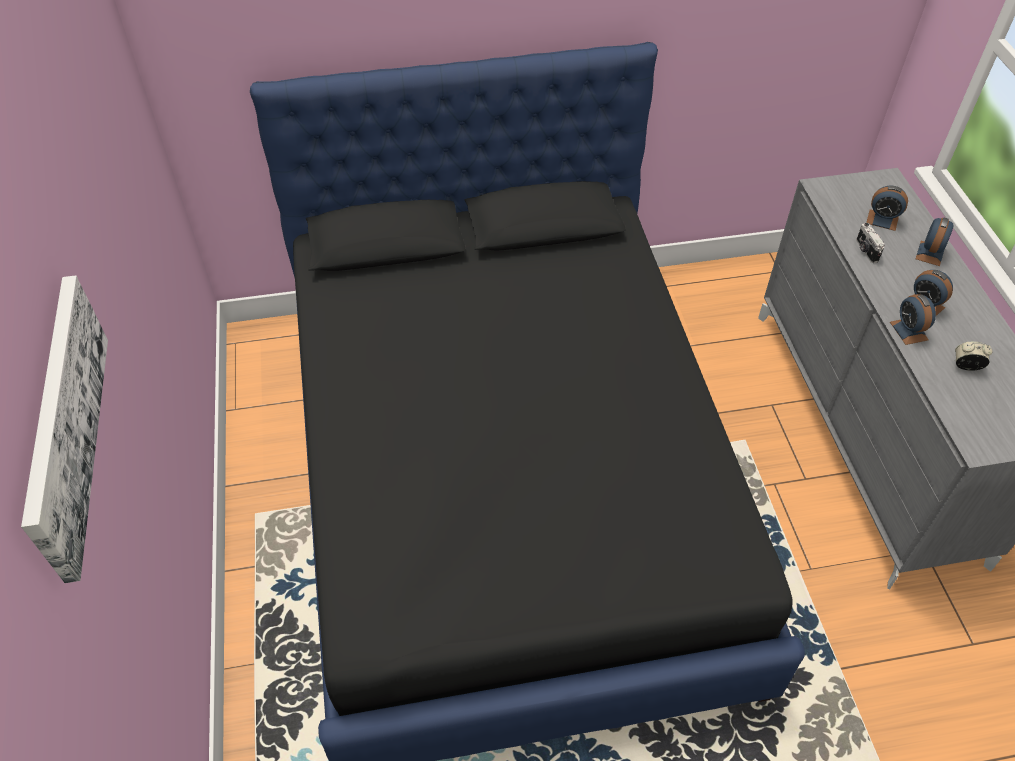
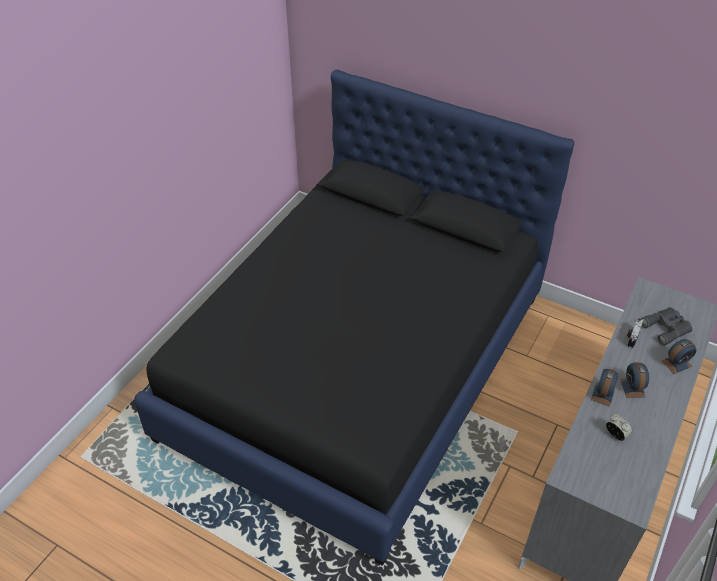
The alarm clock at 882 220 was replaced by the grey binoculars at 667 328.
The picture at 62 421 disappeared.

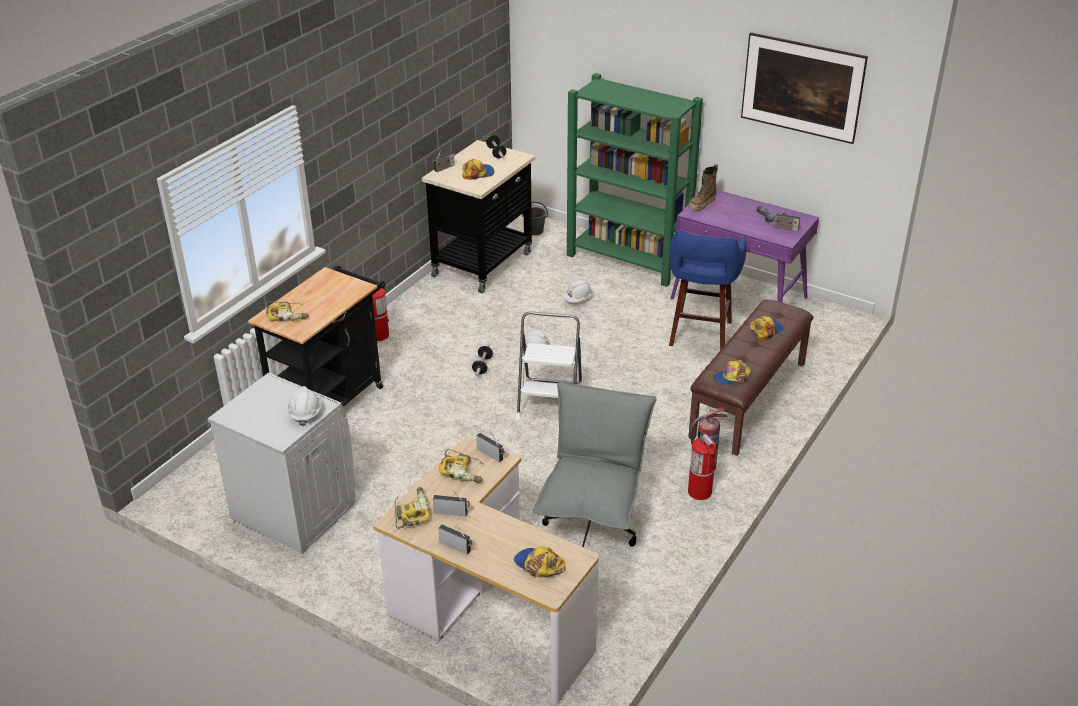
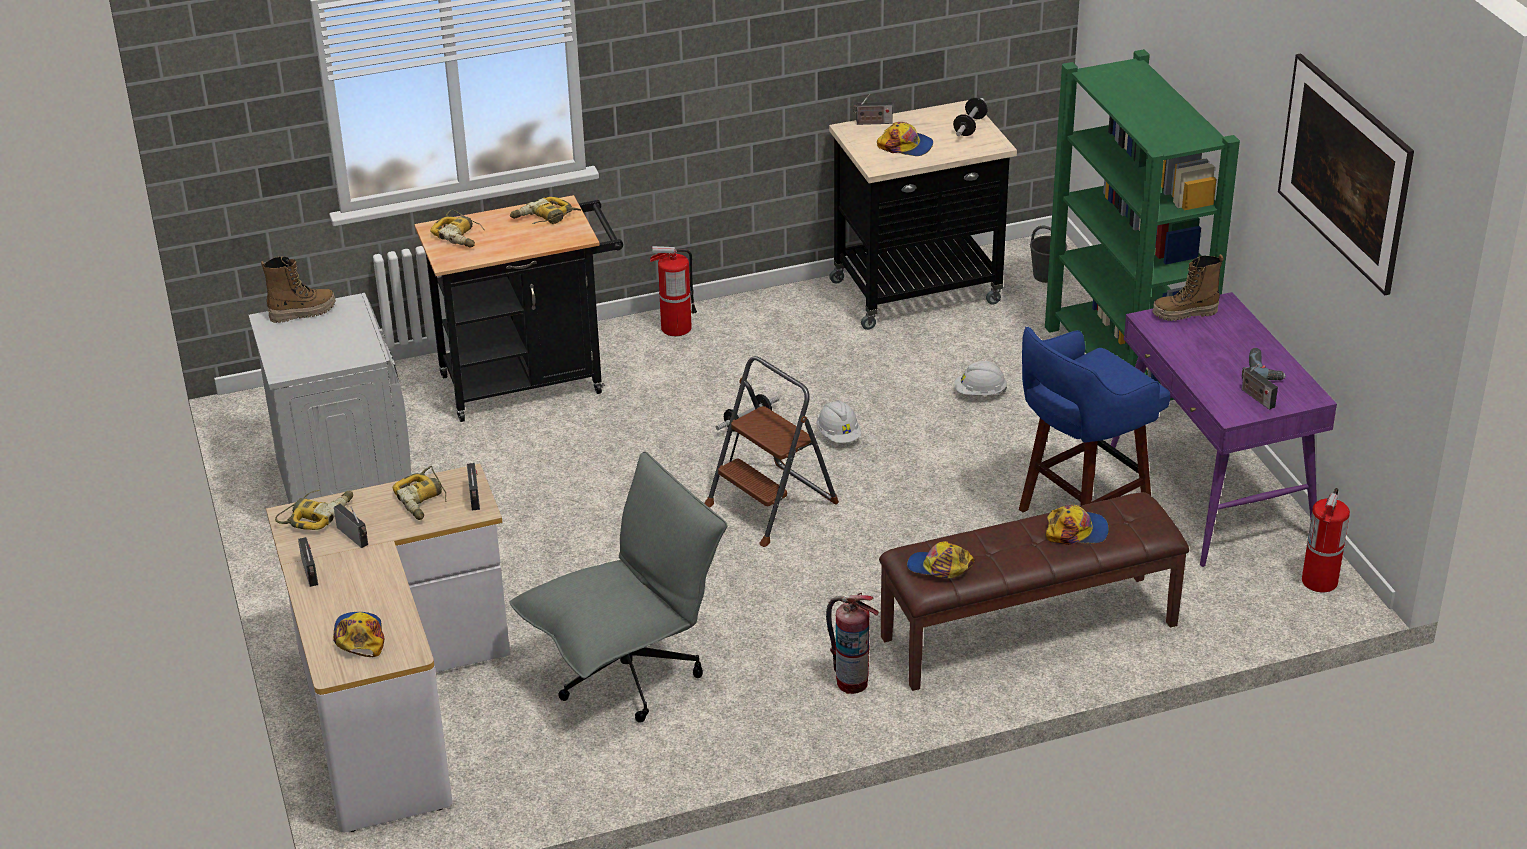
The boot at 302 312 appeared.
The power drill at 545 218 appeared.
The white step ladder at 550 399 became the brown step ladder at 776 502.
The fire extinguisher moved from 700 492 to 1319 581.
The white hard hat at 305 414 disappeared.

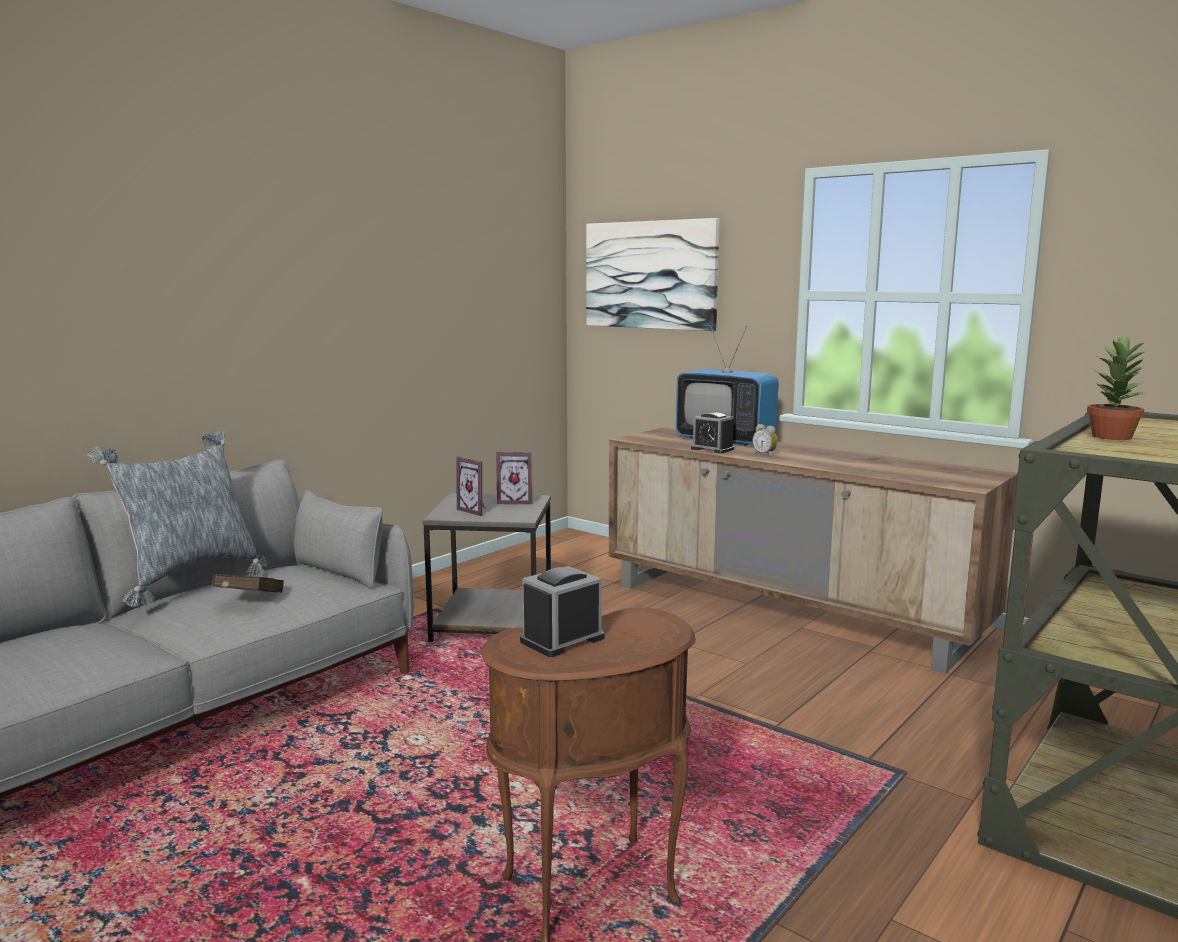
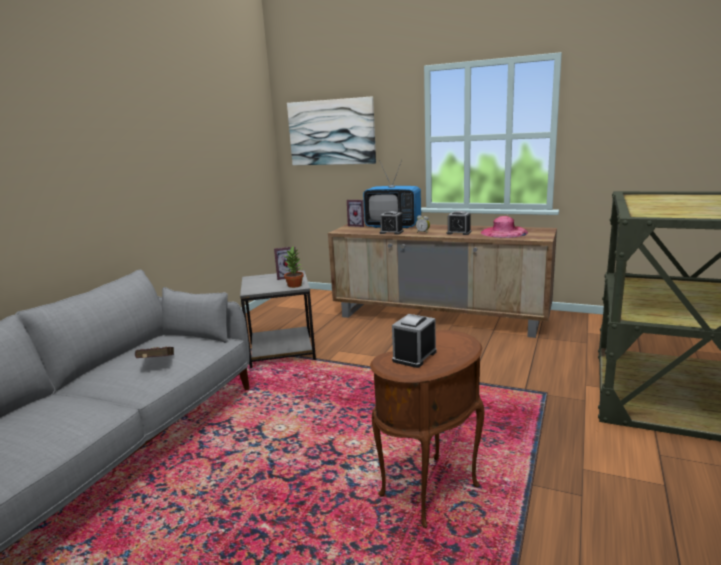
The potted plant moved from 1113 437 to 295 285.
The picture frame moved from 476 511 to 357 225.
The alarm clock at 459 233 appeared.
The pink hat at 504 232 appeared.
The pillow at 188 588 disappeared.

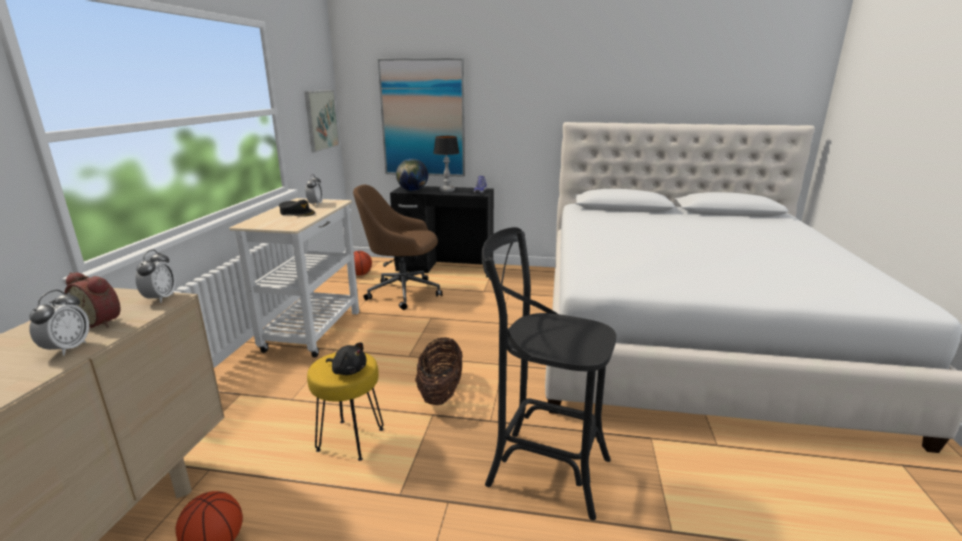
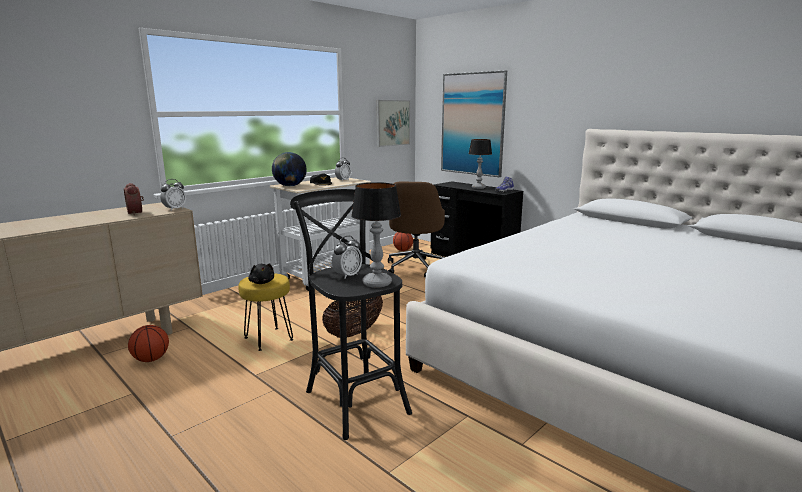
The globe moved from 412 190 to 290 186.
The alarm clock moved from 67 348 to 347 275.
The table lamp at 377 283 appeared.
The brown office chair at 402 293 turned 120 degrees counterclockwise.

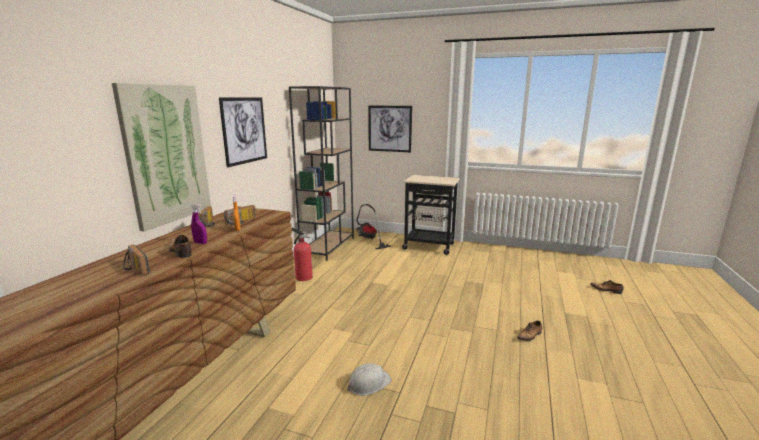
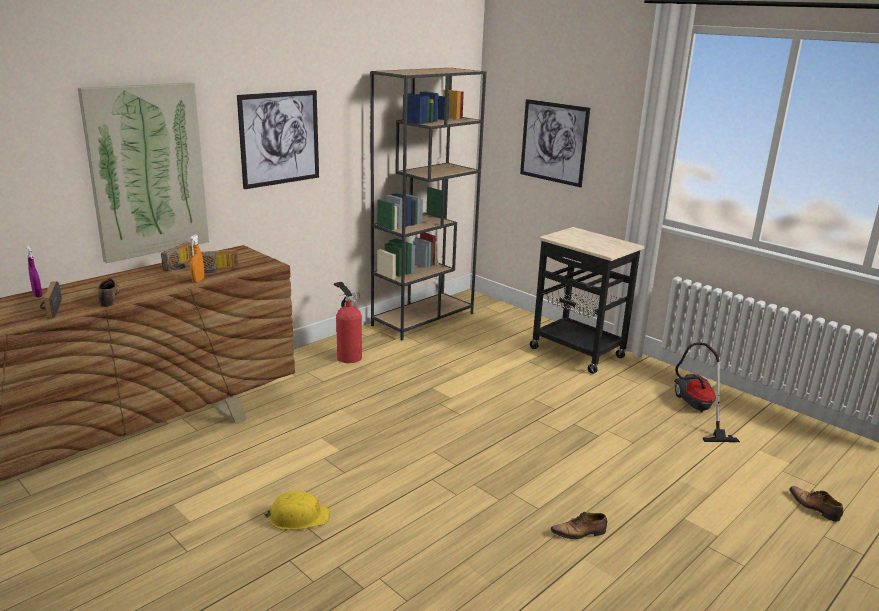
The purple spray bottle moved from 200 243 to 37 295.
The white hard hat at 368 383 became the yellow hard hat at 298 517.
The vacuum cleaner moved from 369 239 to 696 410.

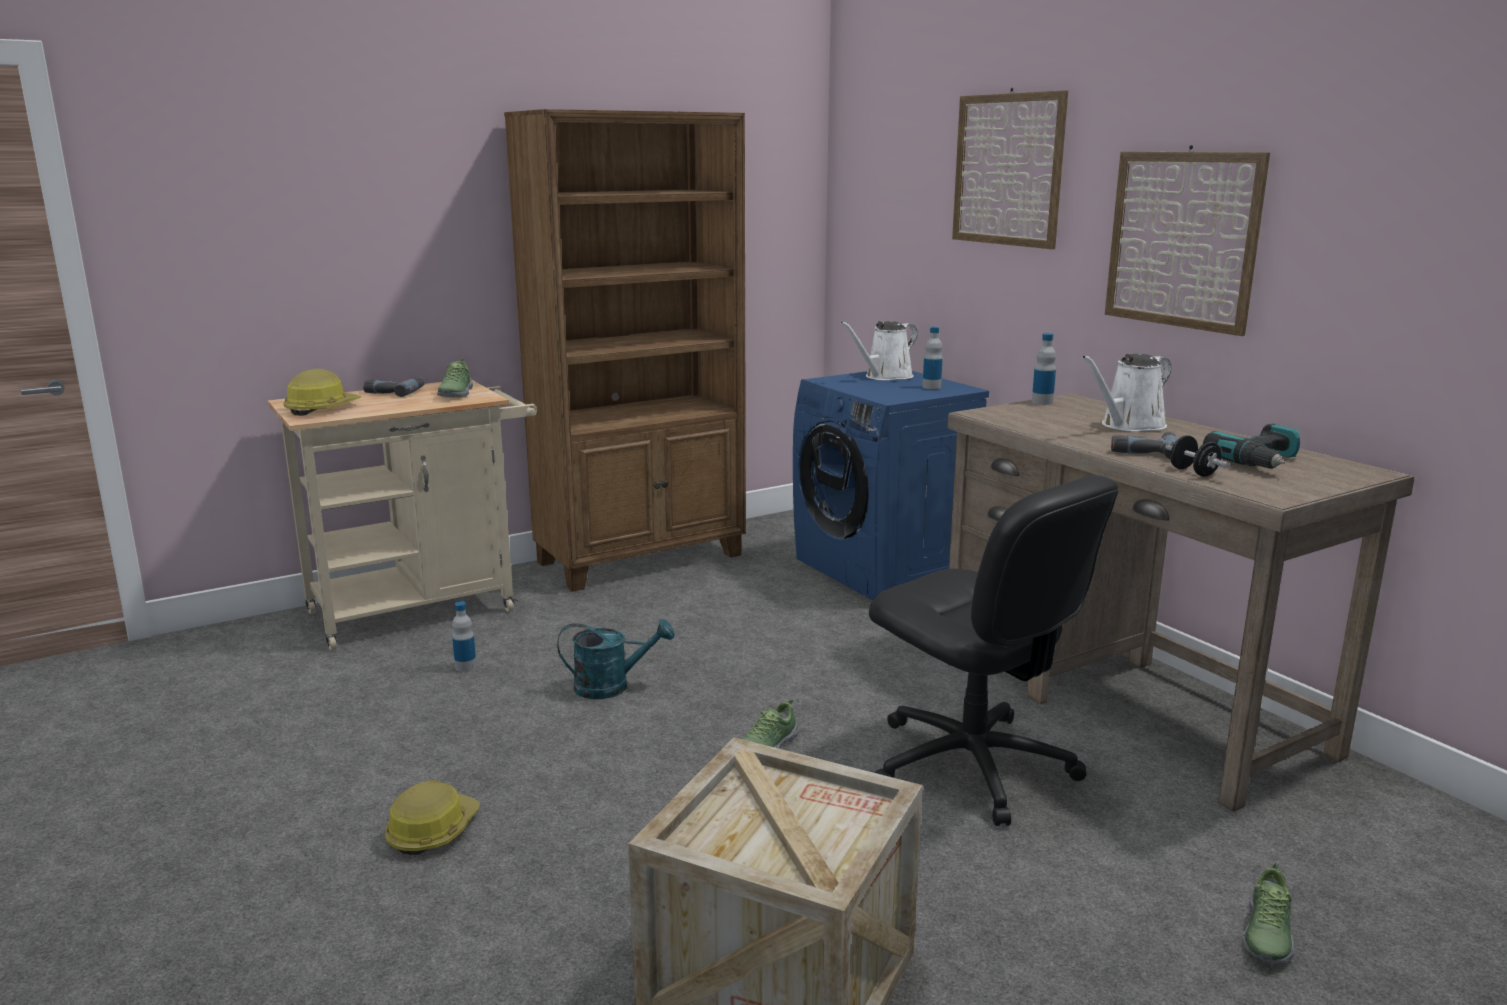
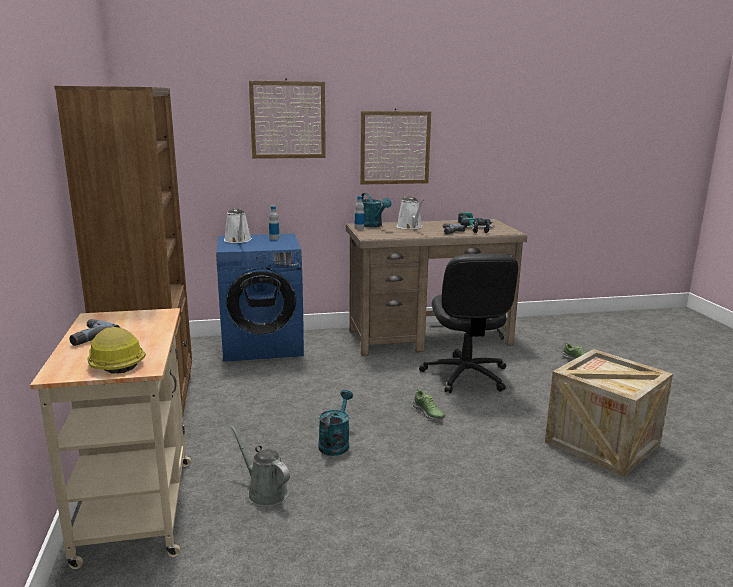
The bottle at 465 667 was replaced by the grey watering can at 265 492.
The turquoise watering can at 373 226 appeared.
The black office chair at 971 765 turned 105 degrees clockwise.
The hard hat at 432 831 disappeared.
The shoe at 455 393 disappeared.

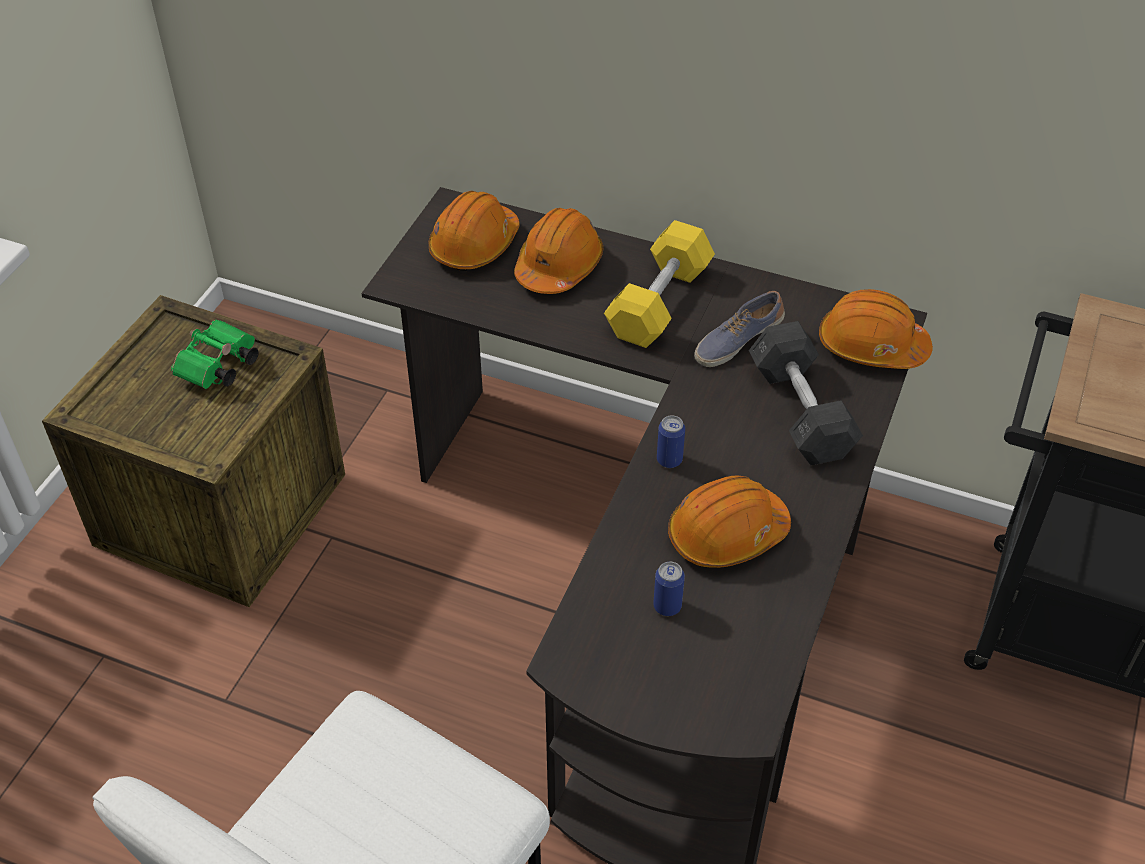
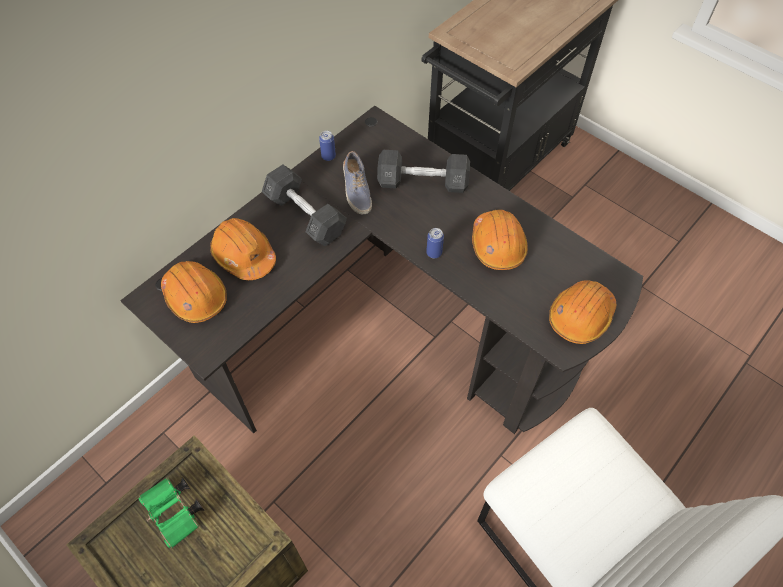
The yellow dumbbell at 659 303 became the grey dumbbell at 305 215.
The can moved from 667 606 to 328 156.
The orange hard hat moved from 871 346 to 580 316.

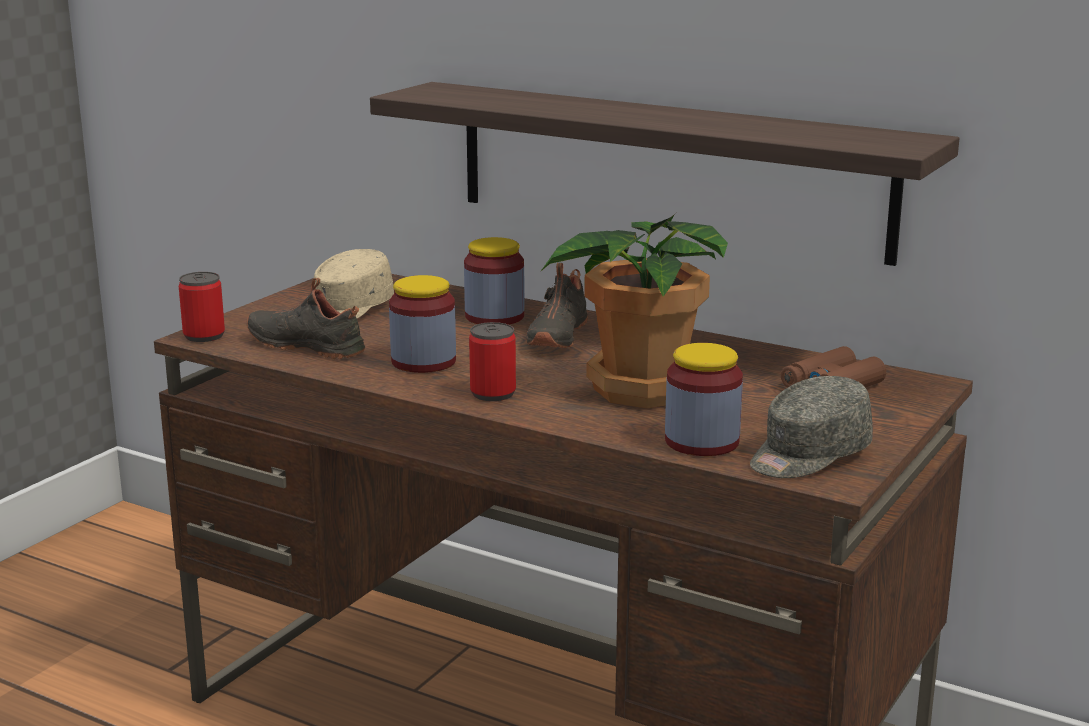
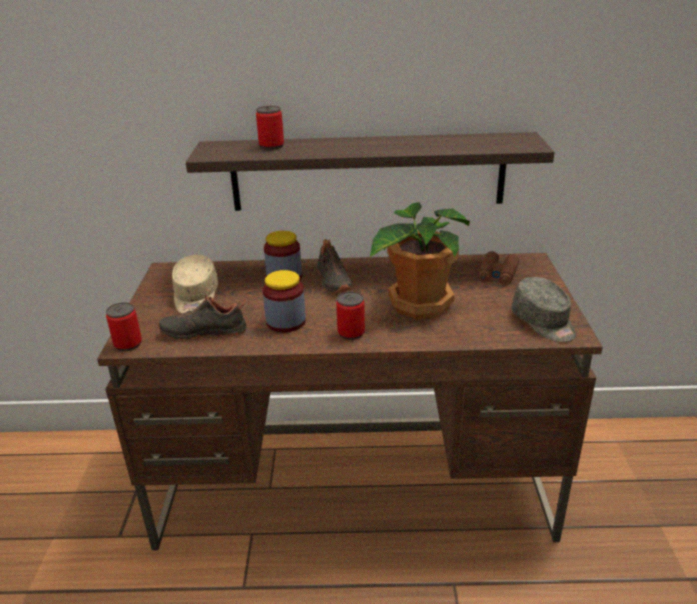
The can at 271 146 appeared.
The grey cap at 807 455 turned 45 degrees counterclockwise.
The jar at 702 441 disappeared.

